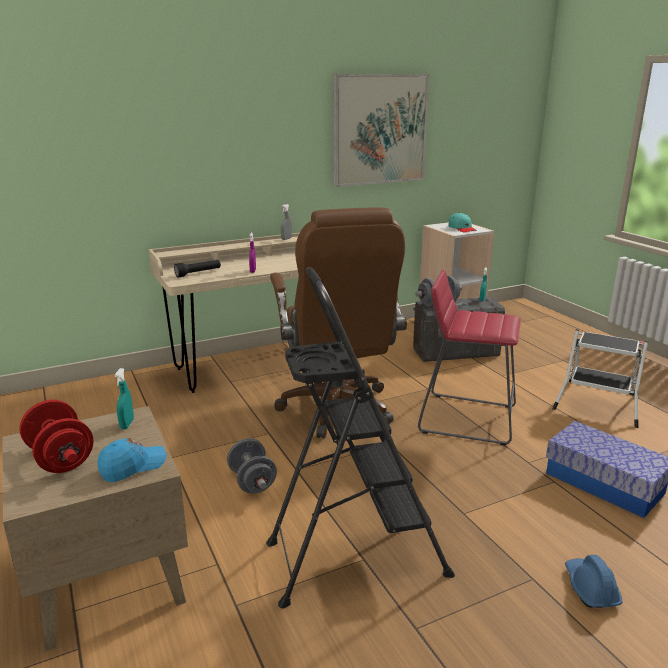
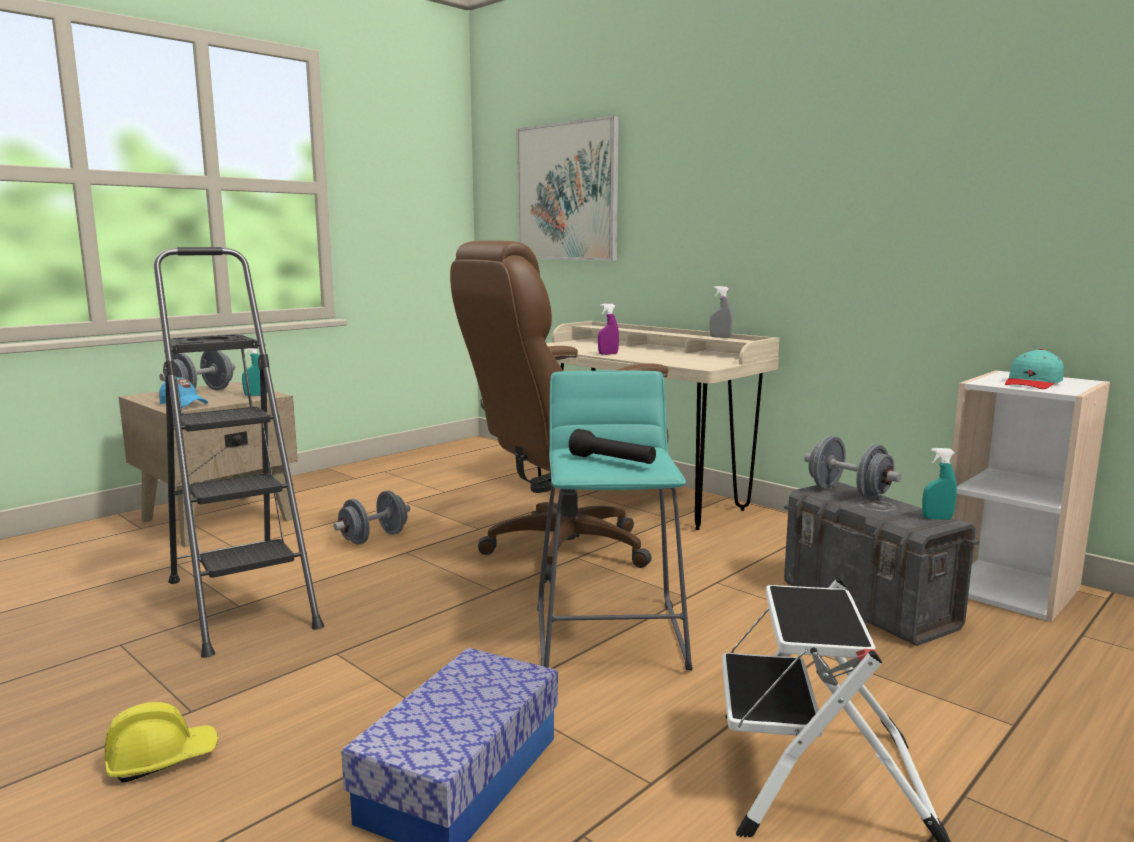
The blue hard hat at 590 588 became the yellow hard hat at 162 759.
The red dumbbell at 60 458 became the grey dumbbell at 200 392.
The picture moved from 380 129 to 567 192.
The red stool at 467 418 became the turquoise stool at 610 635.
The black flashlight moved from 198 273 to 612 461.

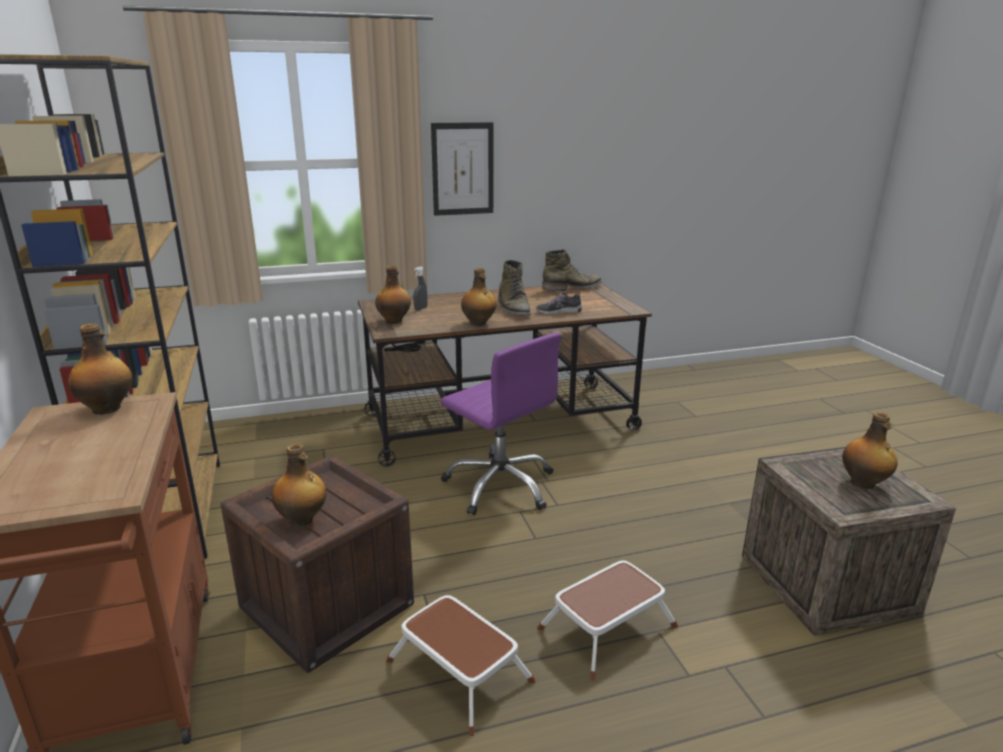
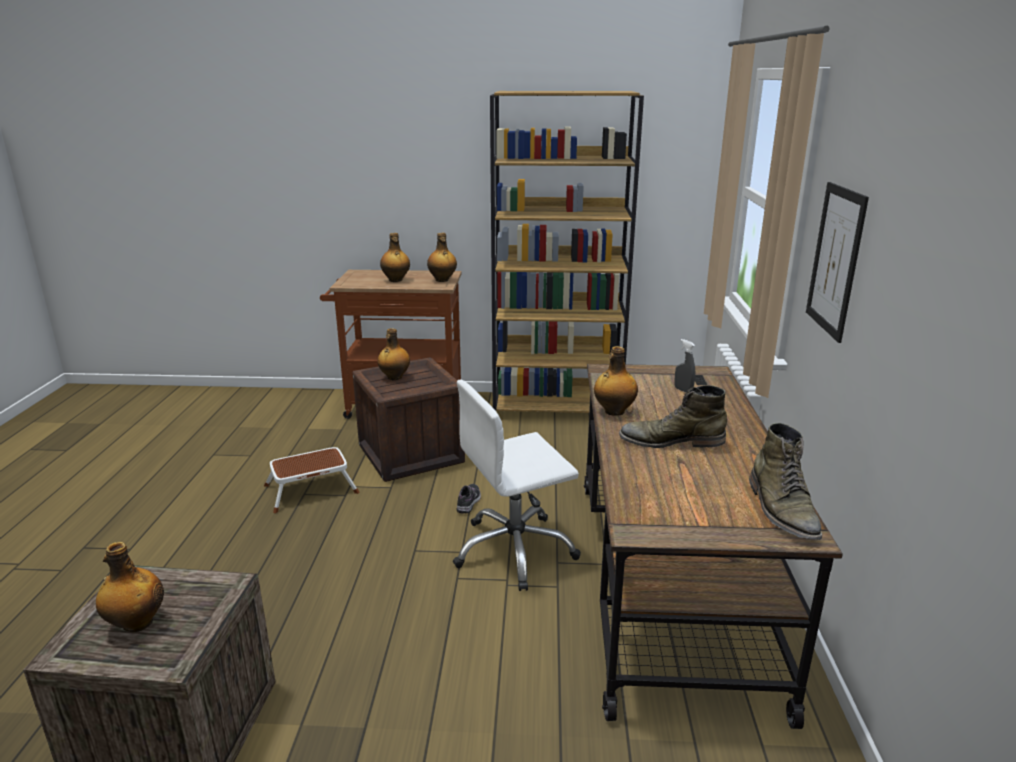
The bottle moved from 394 321 to 395 280.
The purple office chair at 500 485 became the white office chair at 515 550.
The shoe moved from 558 312 to 468 502.
The brown step ladder at 607 627 disappeared.

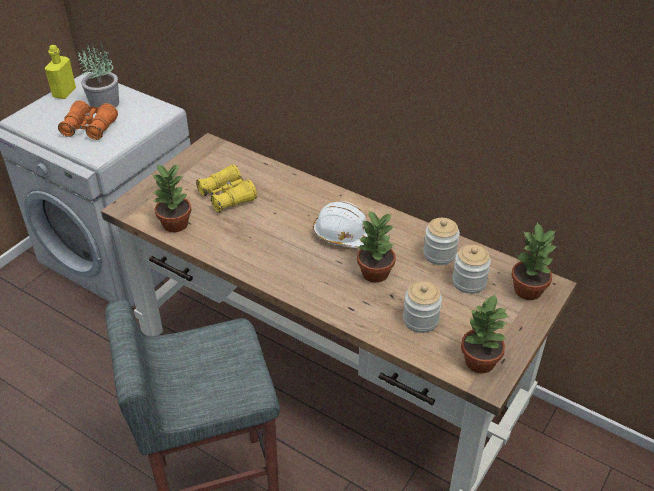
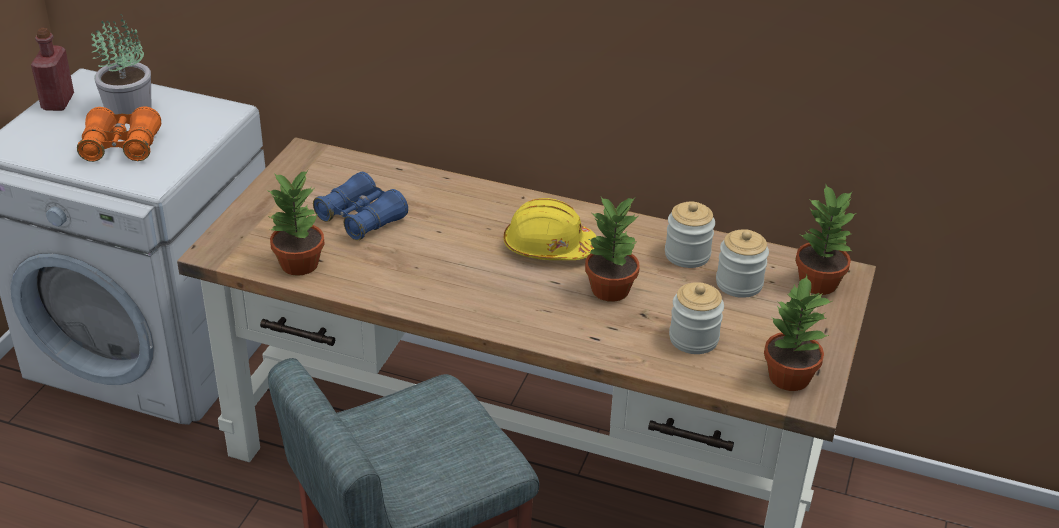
The yellow bottle at 64 93 became the red bottle at 58 102.
The yellow binoculars at 227 196 became the blue binoculars at 361 218.
The white hard hat at 344 235 became the yellow hard hat at 548 247.

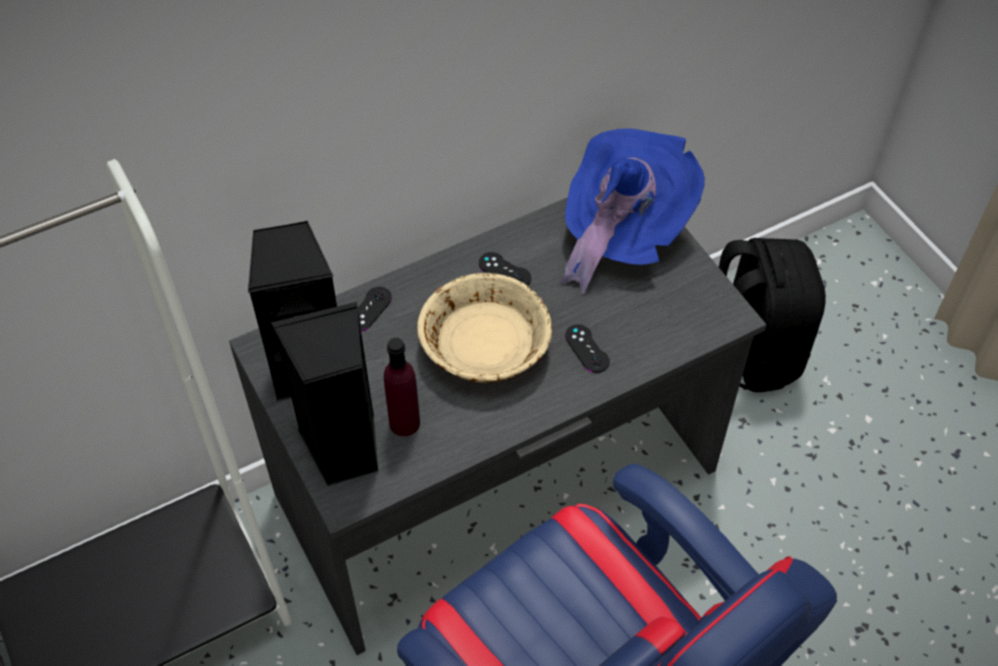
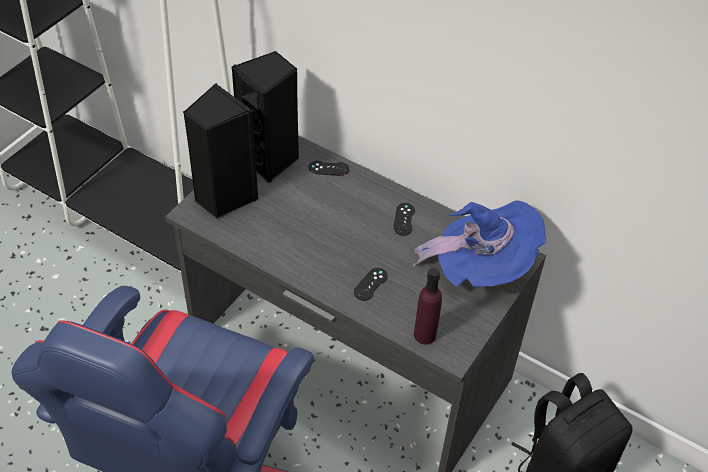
The purple bottle moved from 404 422 to 425 335.
The beige bowl at 486 345 disappeared.

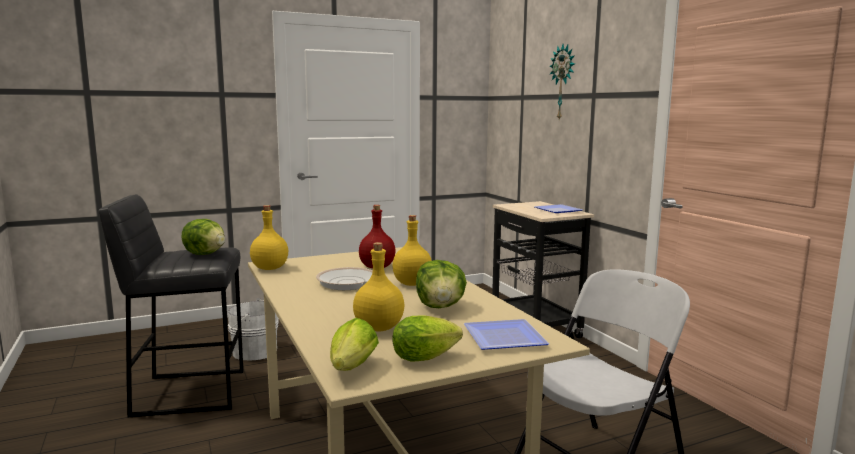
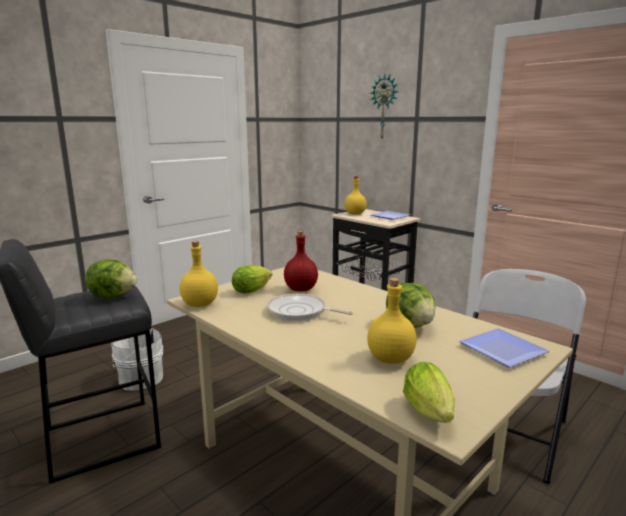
The lettuce moved from 428 357 to 253 290.
The yellow bottle moved from 412 283 to 355 214.

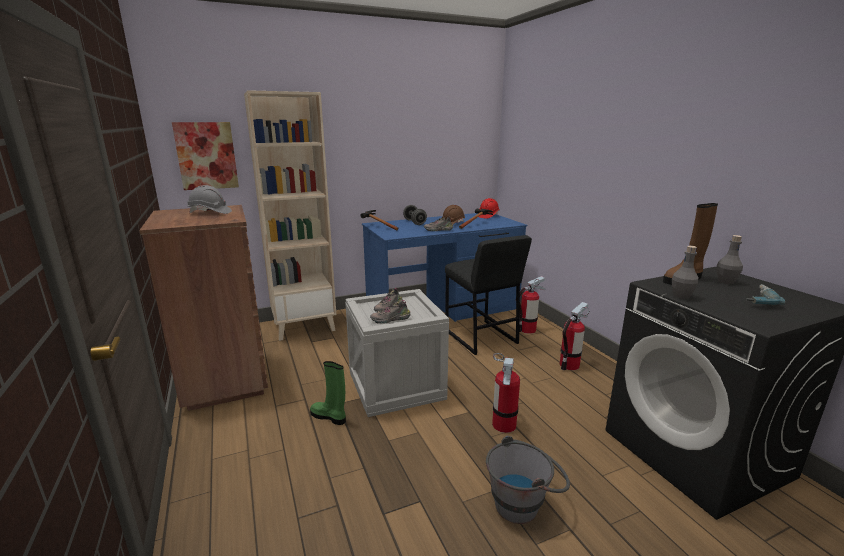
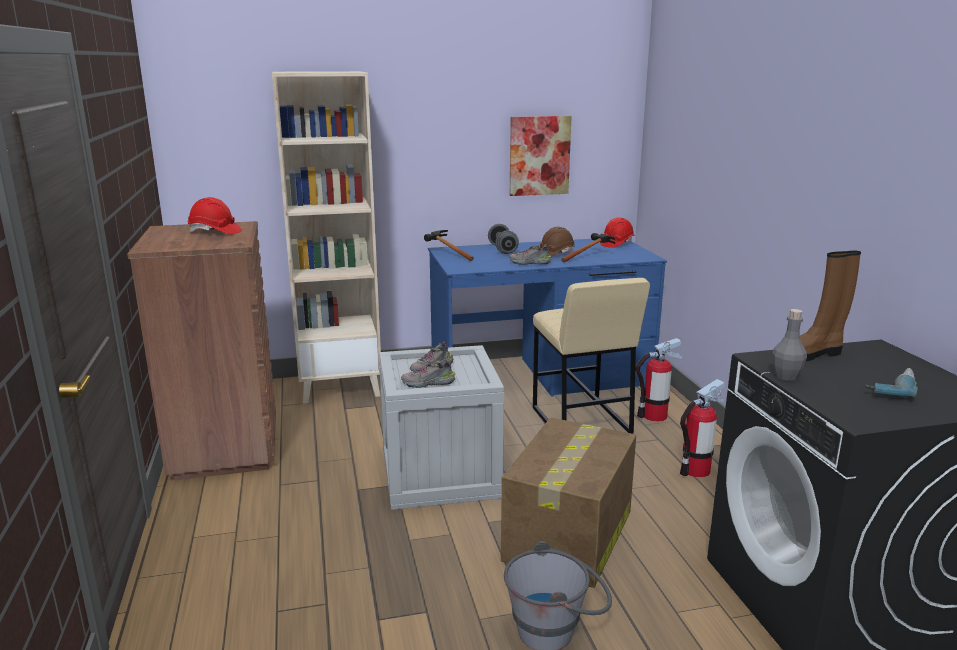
The grey hard hat at 210 213 became the red hard hat at 214 232.
The fire extinguisher at 504 424 was replaced by the cardboard box at 568 537.
The picture moved from 206 156 to 539 155.
The black chair at 482 337 became the beige chair at 582 421.
The green boot at 329 417 disappeared.
The grey bottle at 725 282 disappeared.

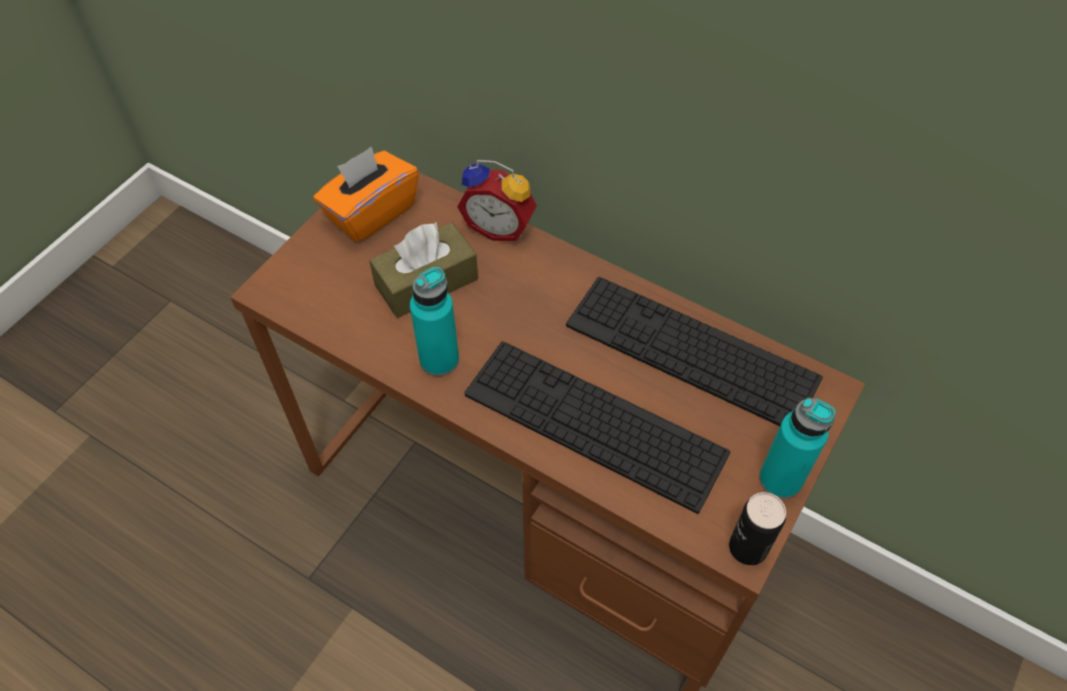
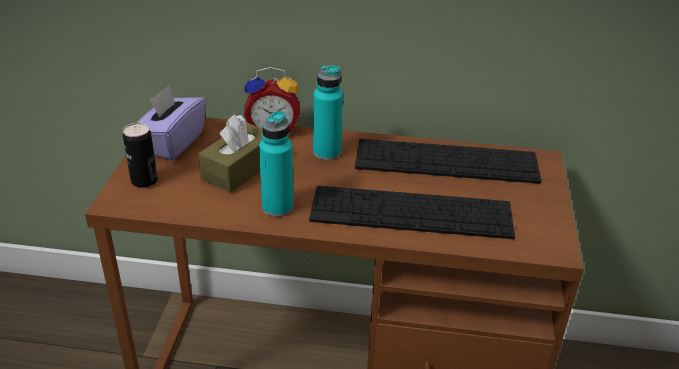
The can moved from 748 547 to 144 181.
The orange tissue box at 371 212 became the purple tissue box at 172 143.
The turquoise bottle moved from 780 479 to 327 152.

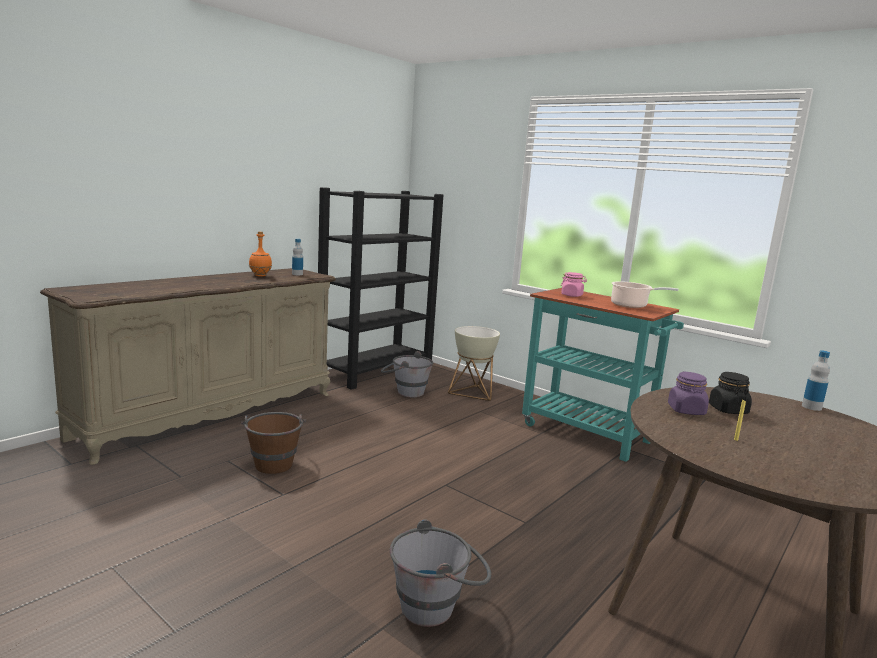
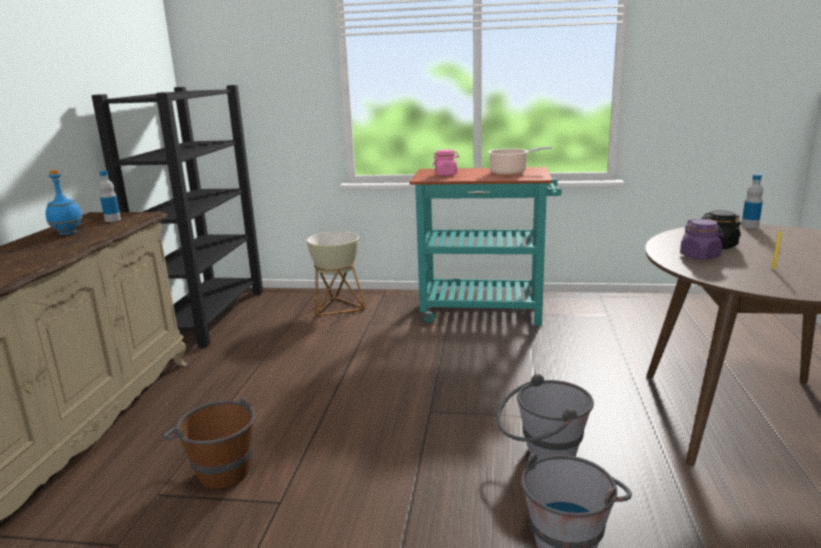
The orange bottle at 260 275 became the blue bottle at 67 233.
The grey bucket moved from 405 392 to 542 453.

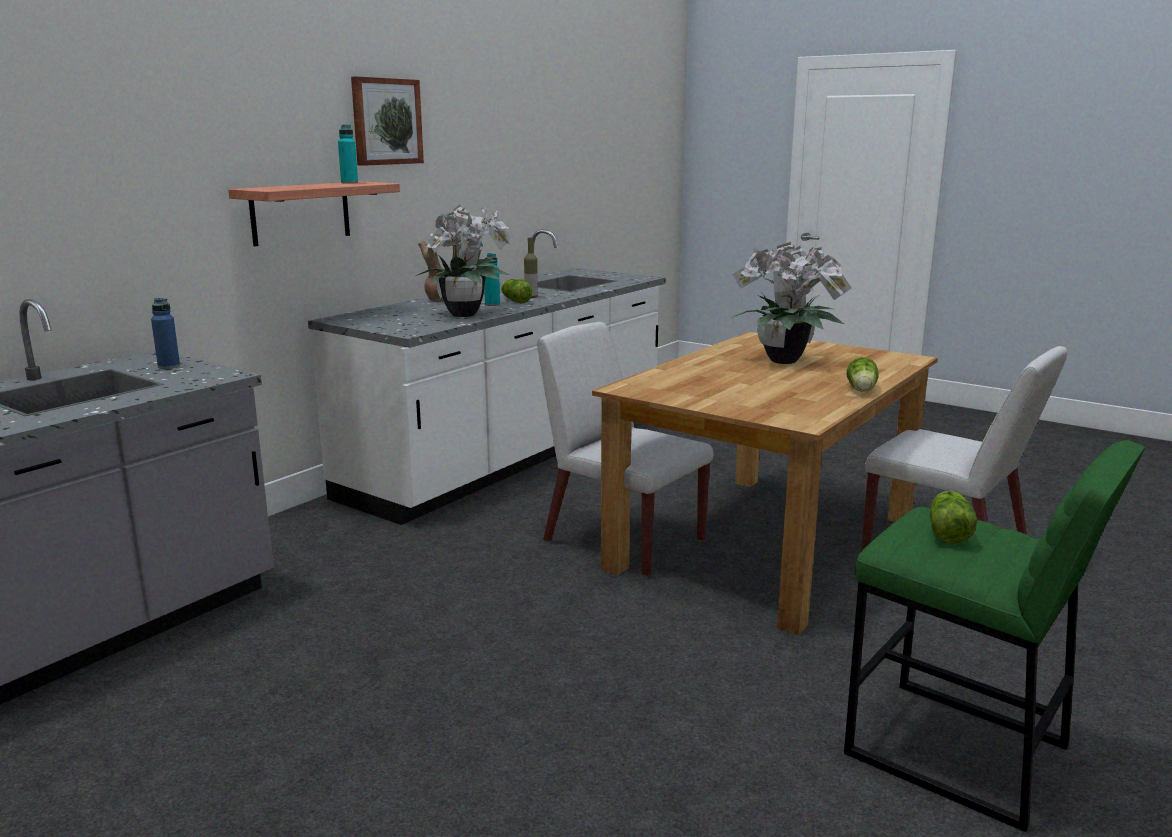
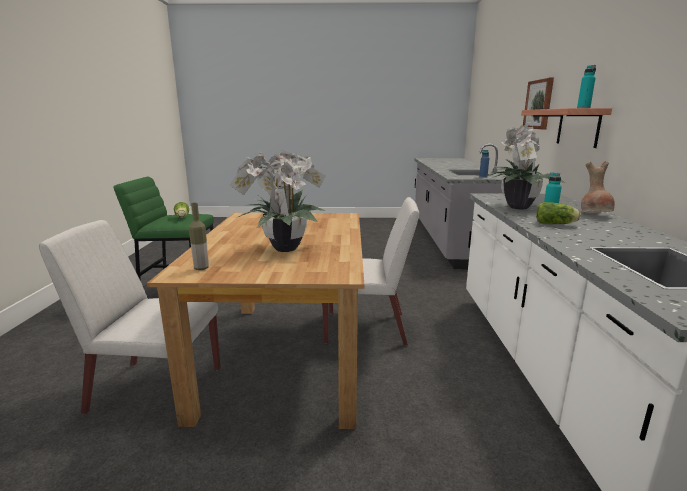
The bottle moved from 531 297 to 201 268.
The picture moved from 386 121 to 539 104.
The lettuce at 861 390 disappeared.

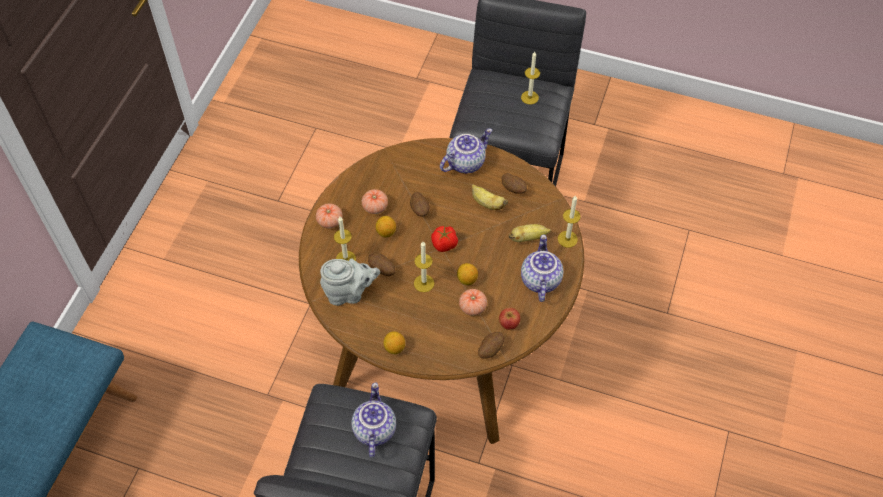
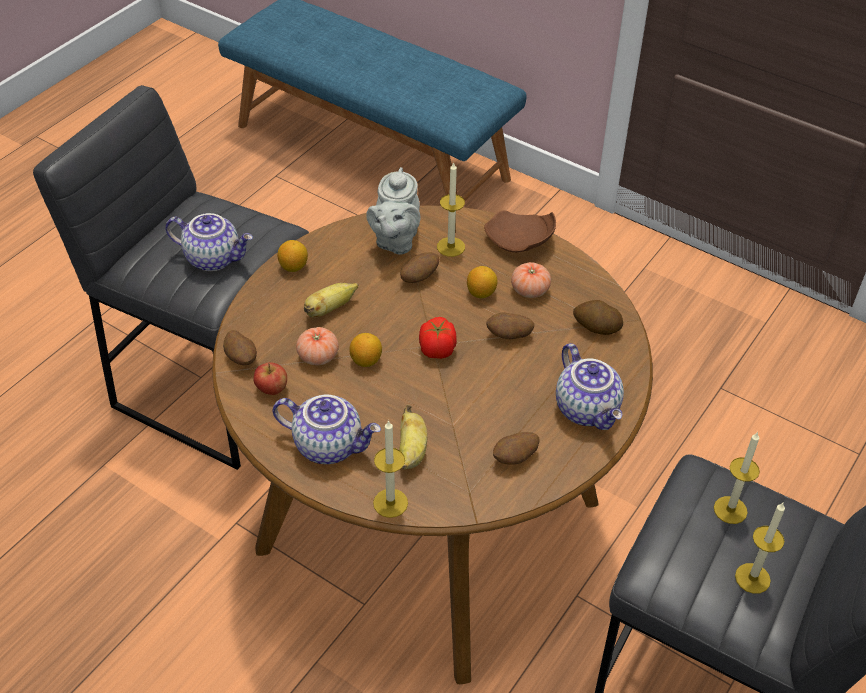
The banana moved from 487 203 to 330 309.
The tomato at 329 221 was replaced by the brown plate at 519 242.
The potato at 596 328 appeared.
The candle moved from 424 283 to 730 510.

